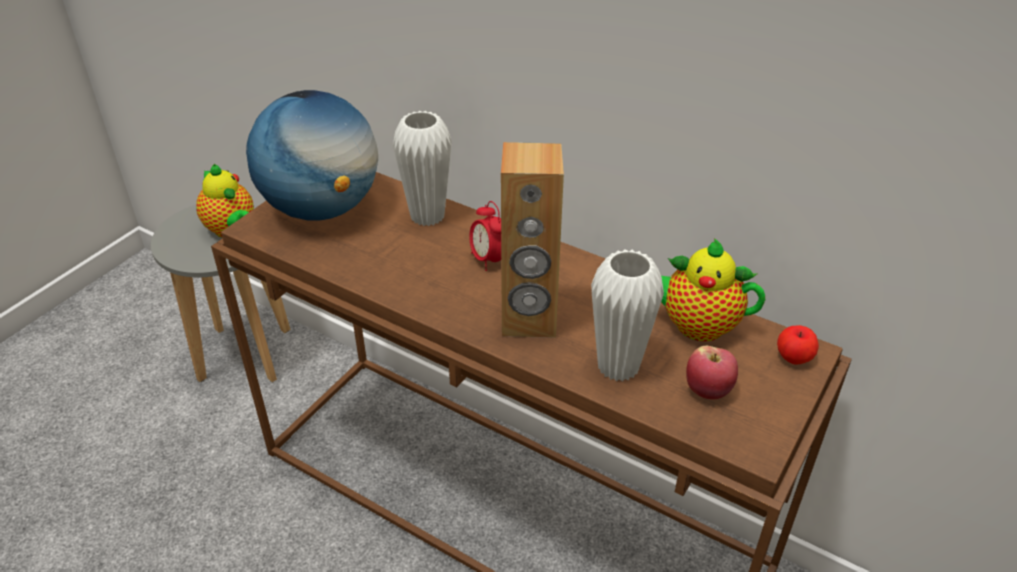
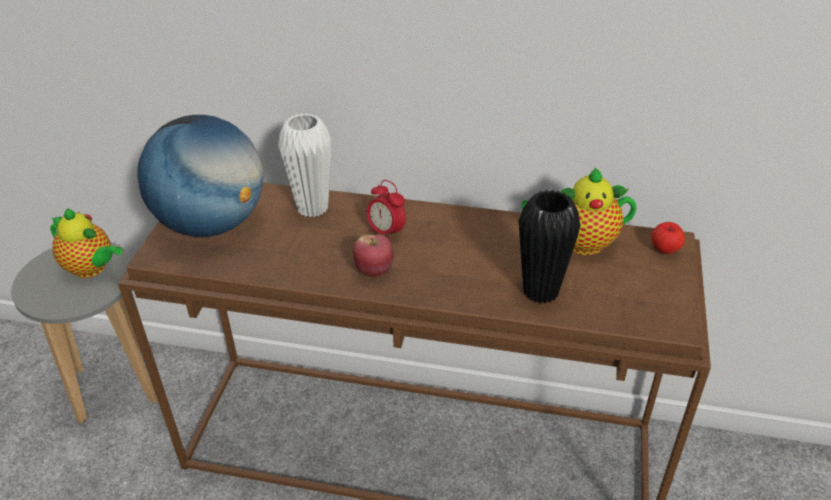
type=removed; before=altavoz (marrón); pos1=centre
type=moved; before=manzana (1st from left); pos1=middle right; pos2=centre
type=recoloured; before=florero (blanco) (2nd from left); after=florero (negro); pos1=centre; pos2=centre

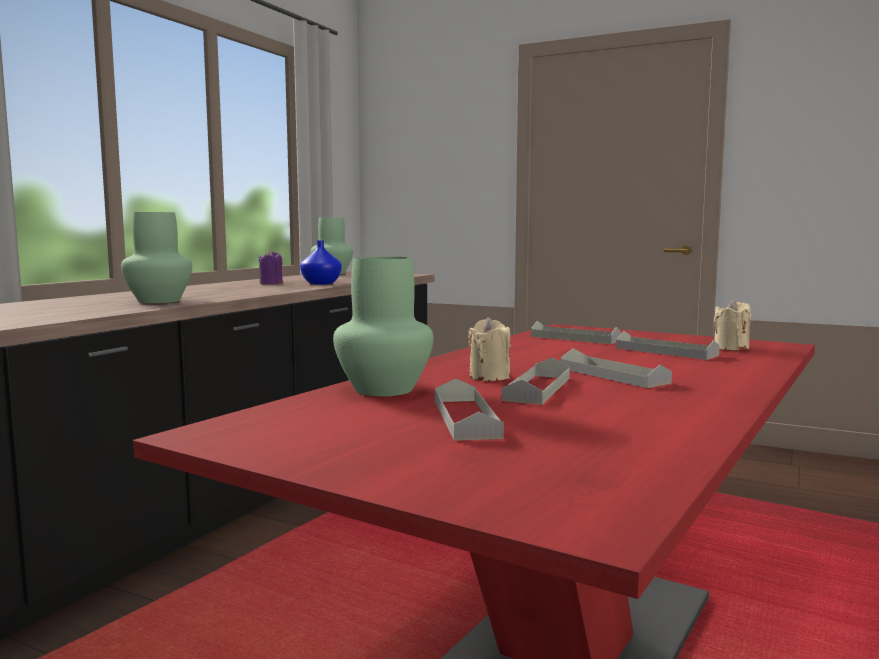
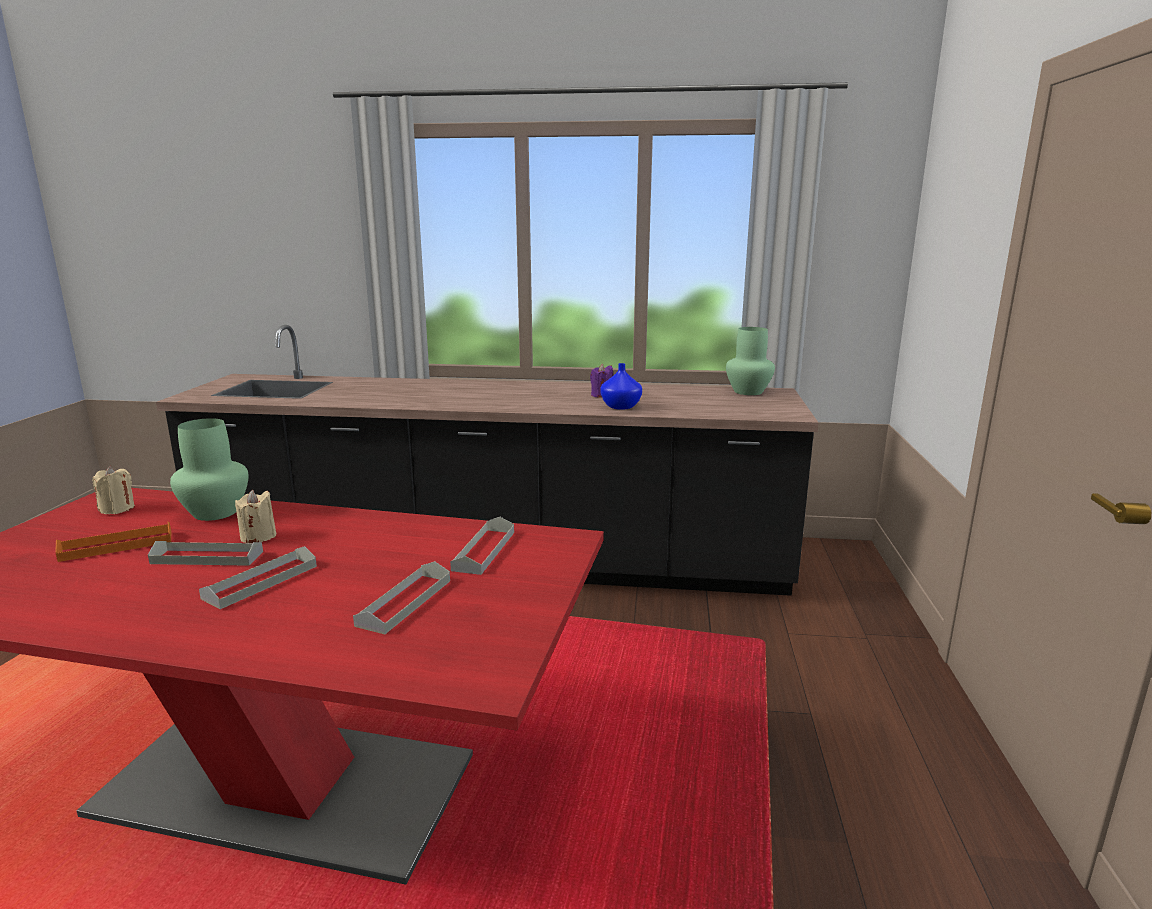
type=removed; before=florero (verde) (1st from left); pos1=middle left
type=moved; before=vela (beis) (2nd from left in the first image); after=vela (beis) (1st from left); pos1=middle right; pos2=middle left
type=recoloured; before=bandeja (gris) (1st from left); after=bandeja (naranja); pos1=centre; pos2=middle left

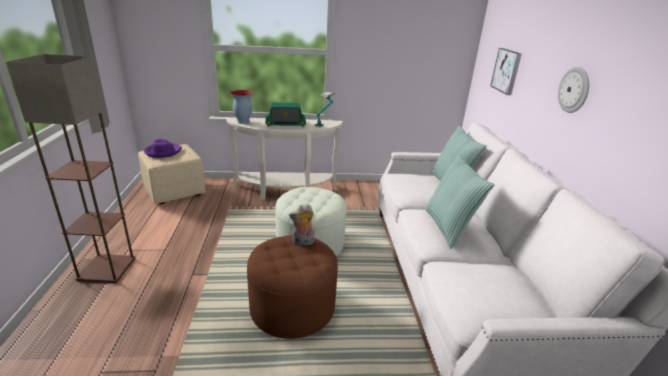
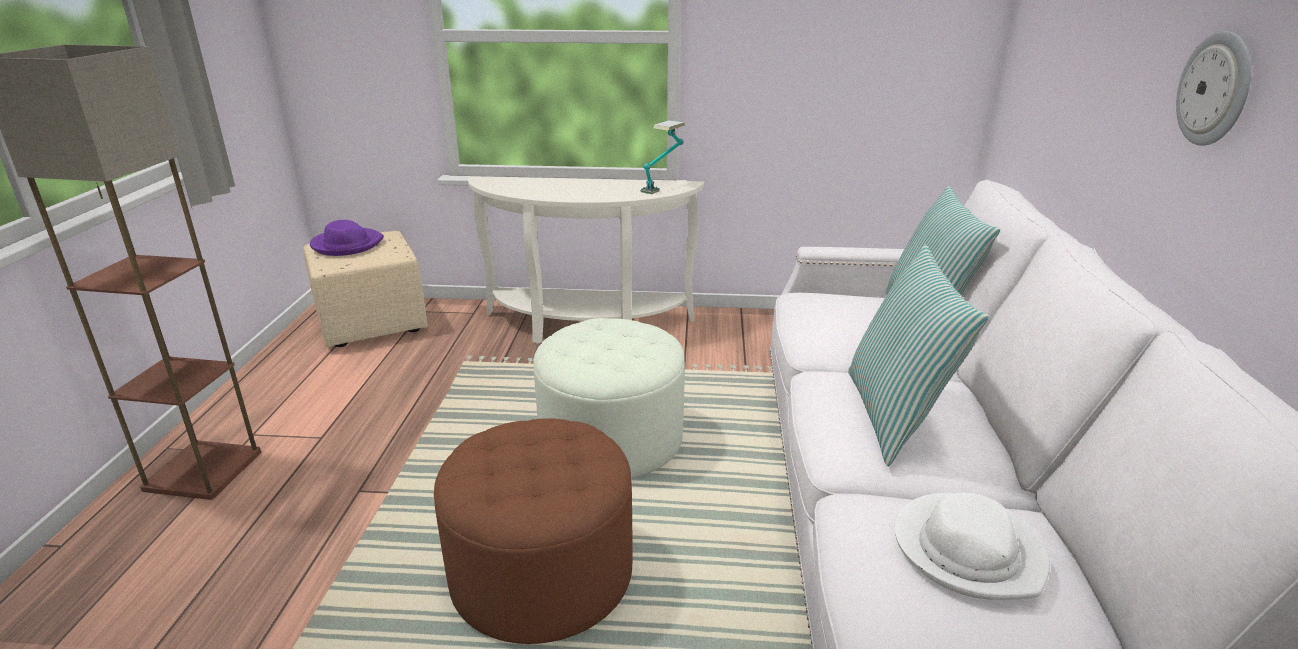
type=removed; before=florero; pos1=top centre
type=removed; before=radio; pos1=top centre
type=removed; before=peluche; pos1=centre
type=removed; before=cuadro; pos1=top right
type=added; after=sombrero (blanco); pos2=bottom right

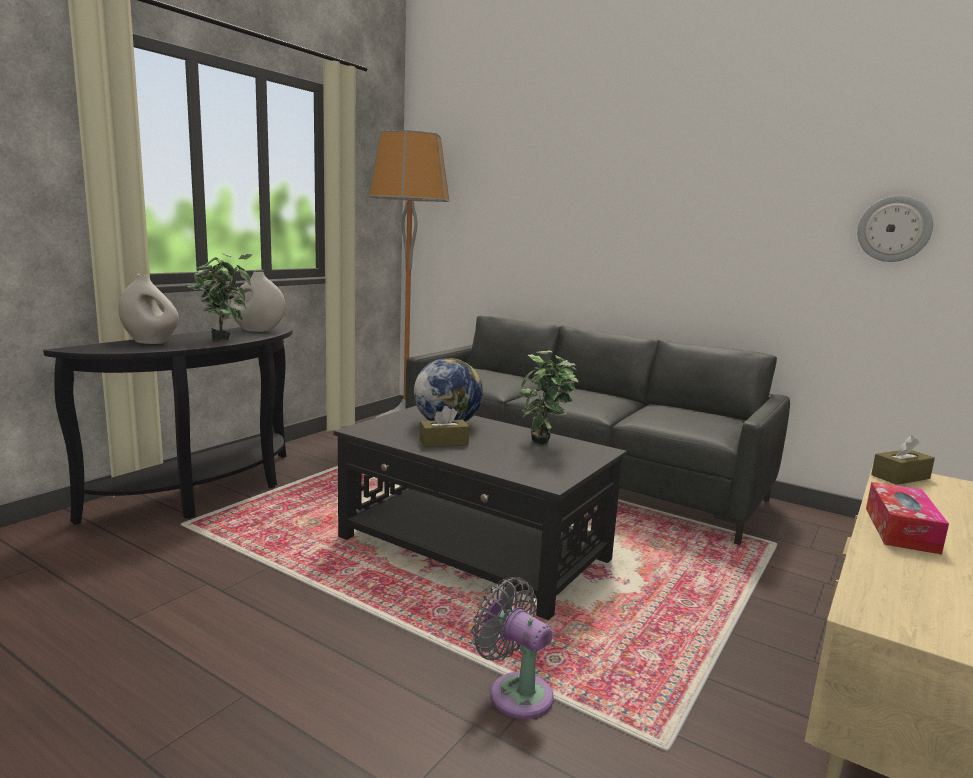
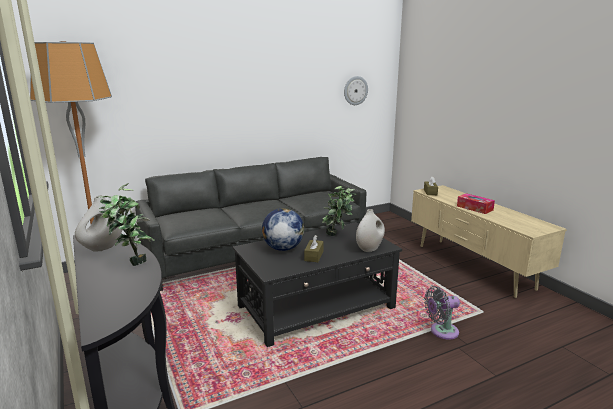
type=moved; before=florero (blanco) (1st from left in the first image); after=florero (blanco) (2nd from left); pos1=middle left; pos2=centre

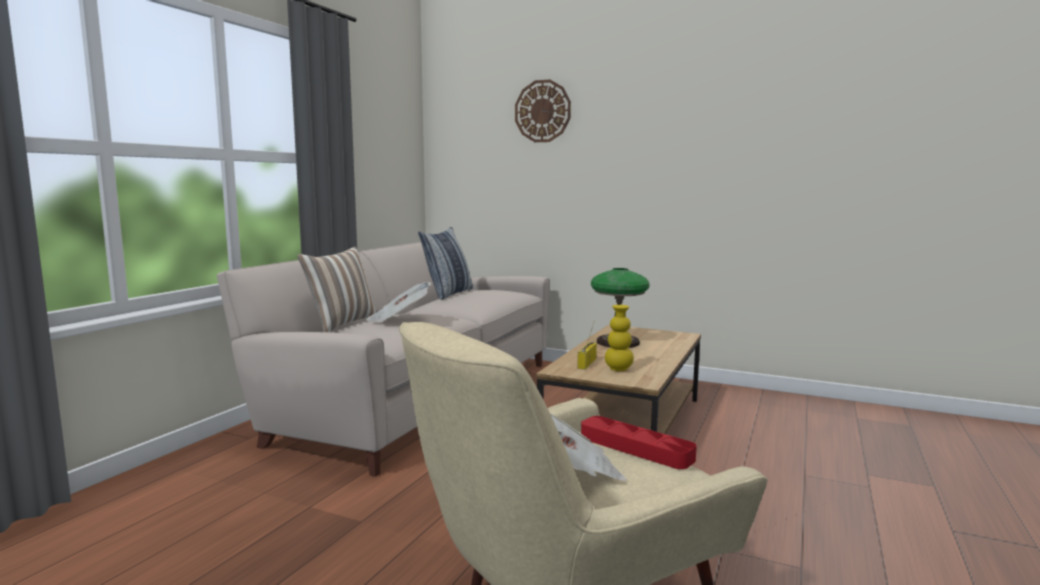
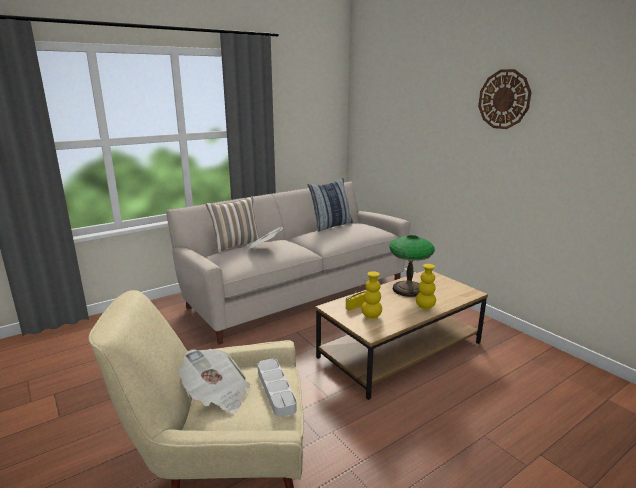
type=added; after=florero (amarillo) (2nd from left); pos2=middle right
type=moved; before=reloj de pared; pos1=top centre; pos2=top right
type=recoloured; before=bandeja (rojo); after=bandeja (gris); pos1=bottom centre; pos2=bottom centre

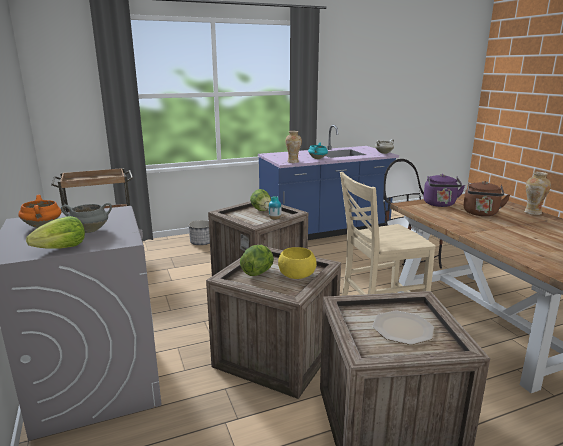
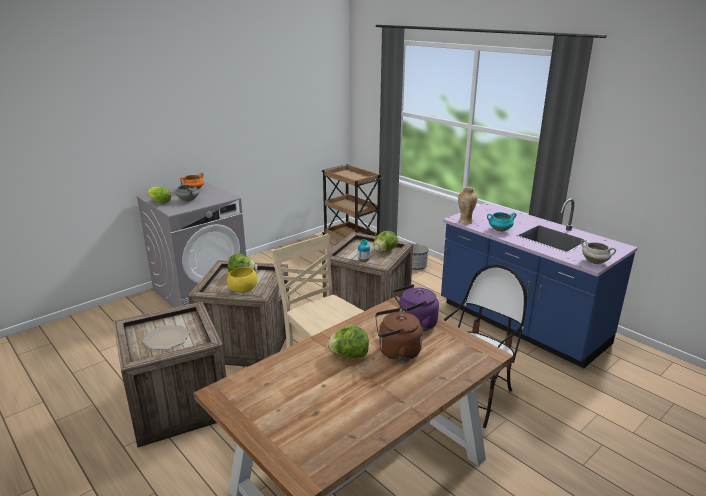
type=removed; before=florero (3rd from left); pos1=middle right
type=added; after=lechuga (3rd from left); pos2=bottom centre

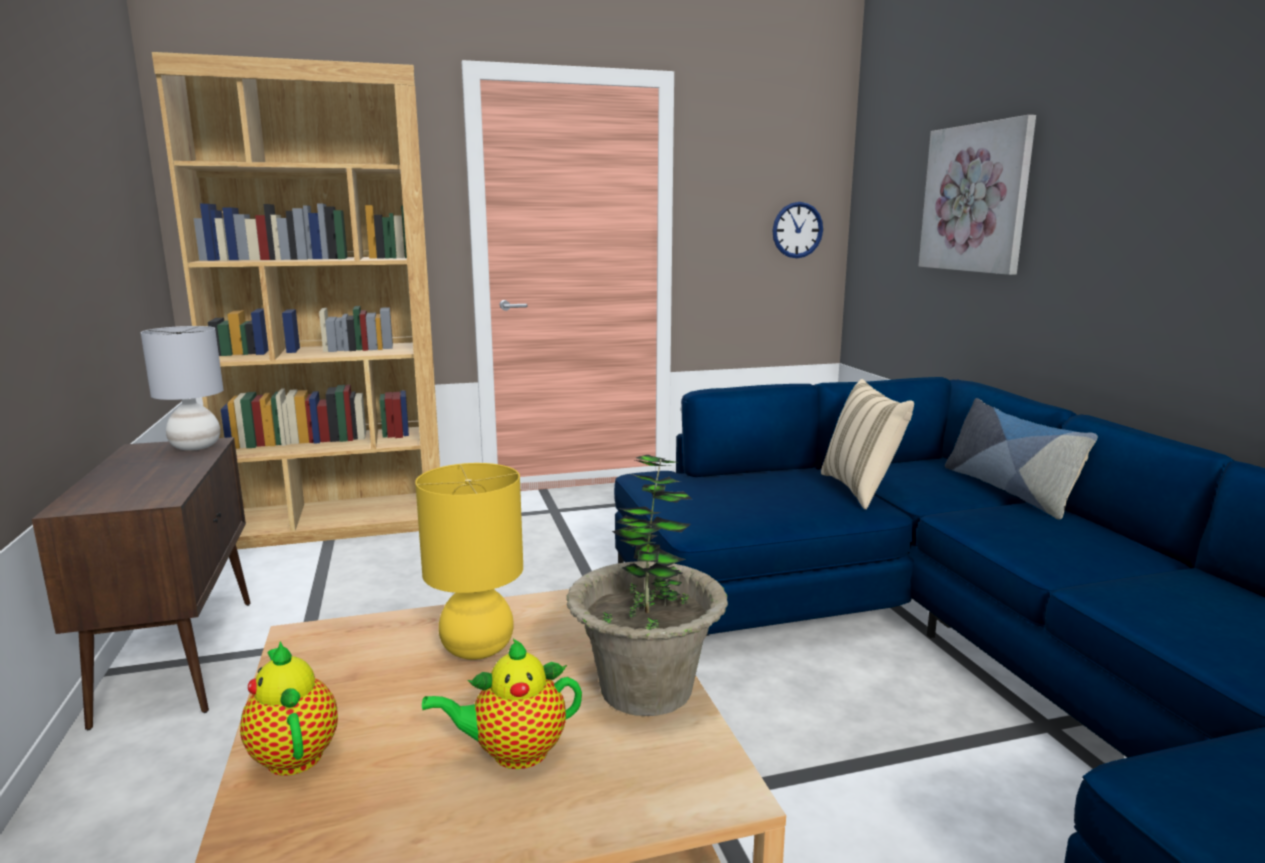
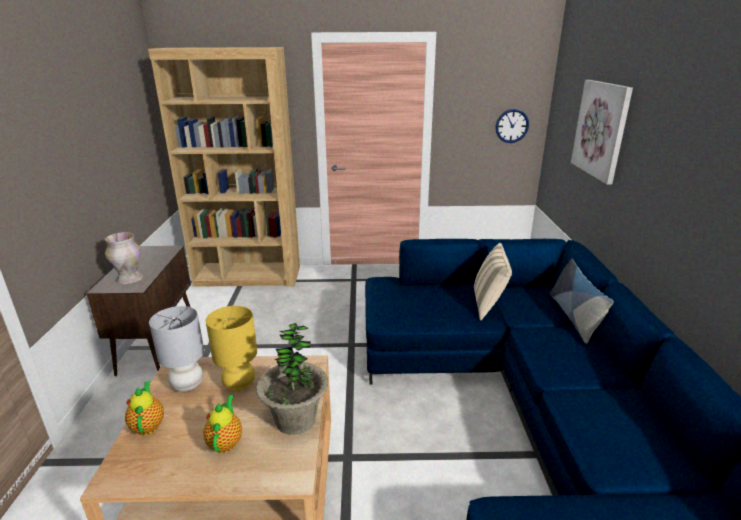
type=added; after=florero; pos2=middle left
type=moved; before=lámpara de mesa (gris); pos1=middle left; pos2=bottom left
type=turned; before=tetera (2nd from left); pos1=bottom centre; pos2=bottom left; turn=90

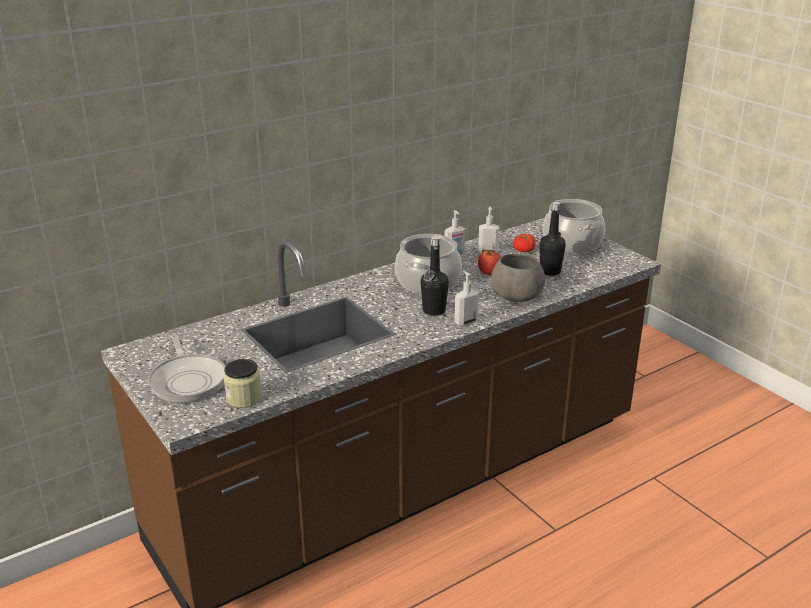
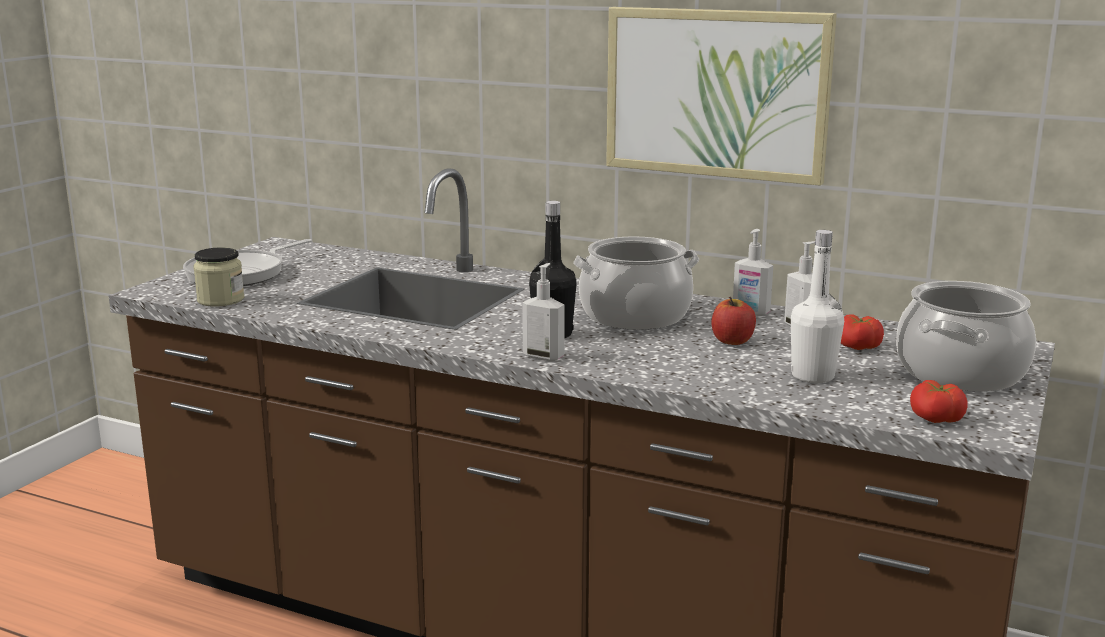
type=removed; before=cuenco (gris); pos1=centre
type=added; after=cuadro; pos2=top centre
type=added; after=tomate (2nd from left); pos2=middle right
type=recoloured; before=botella (negro) (2nd from left); after=botella (blanco); pos1=middle right; pos2=middle right

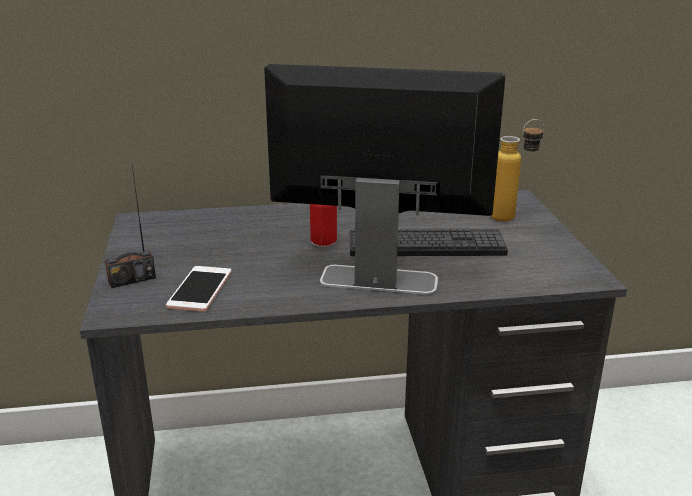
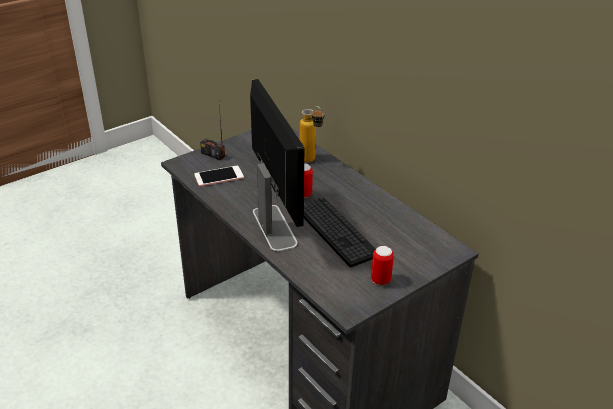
type=added; after=lata (2nd from left); pos2=centre
type=moved; before=botella; pos1=middle right; pos2=top centre

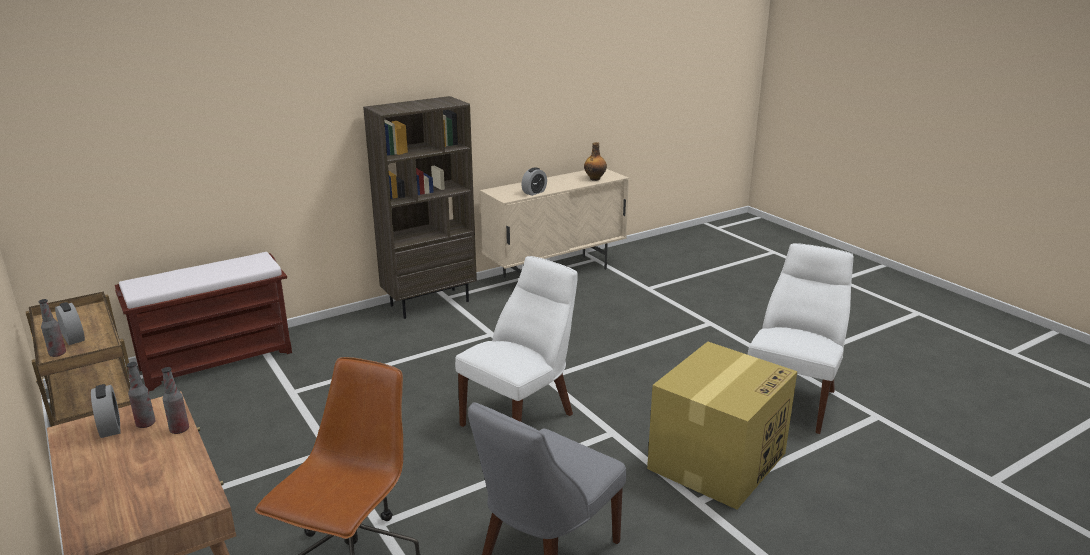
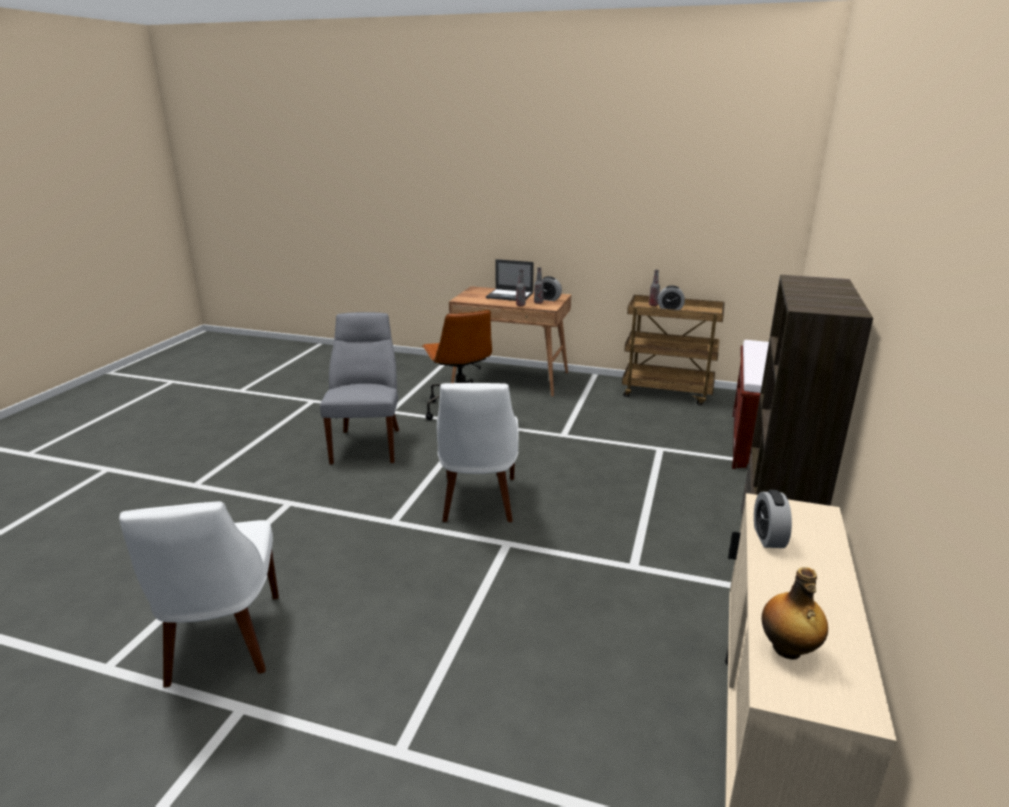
type=removed; before=caja de cartón; pos1=bottom centre
type=added; after=portátil; pos2=centre

